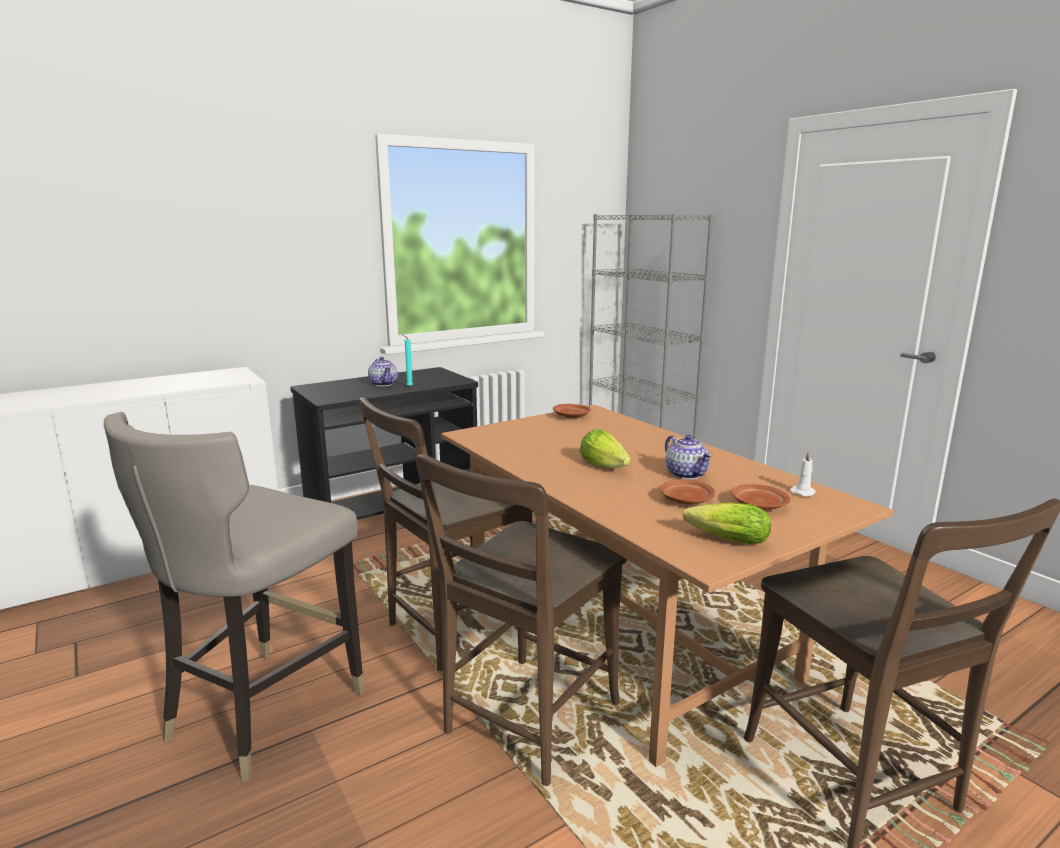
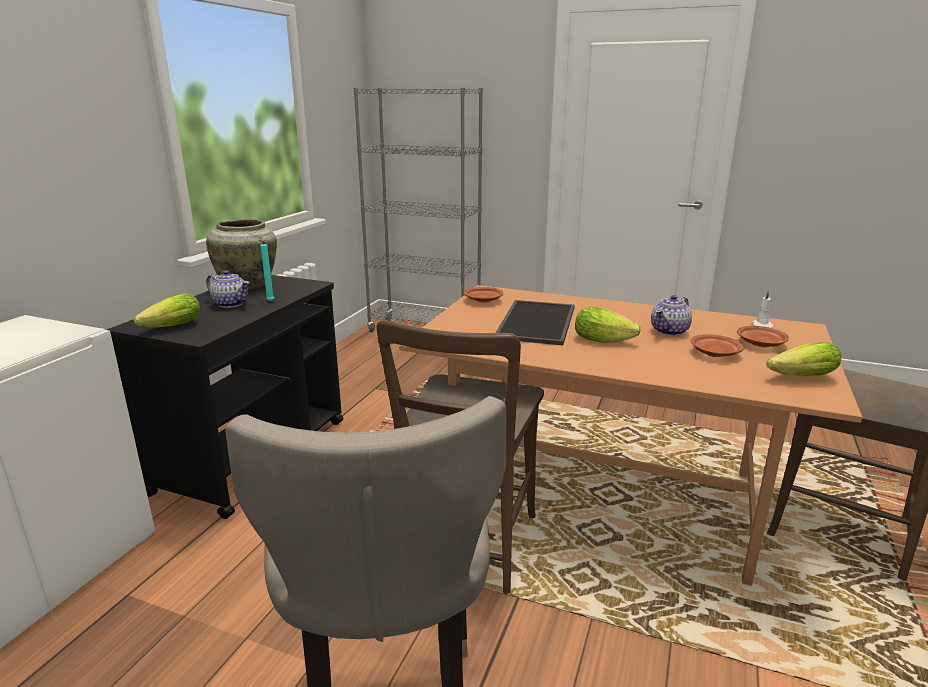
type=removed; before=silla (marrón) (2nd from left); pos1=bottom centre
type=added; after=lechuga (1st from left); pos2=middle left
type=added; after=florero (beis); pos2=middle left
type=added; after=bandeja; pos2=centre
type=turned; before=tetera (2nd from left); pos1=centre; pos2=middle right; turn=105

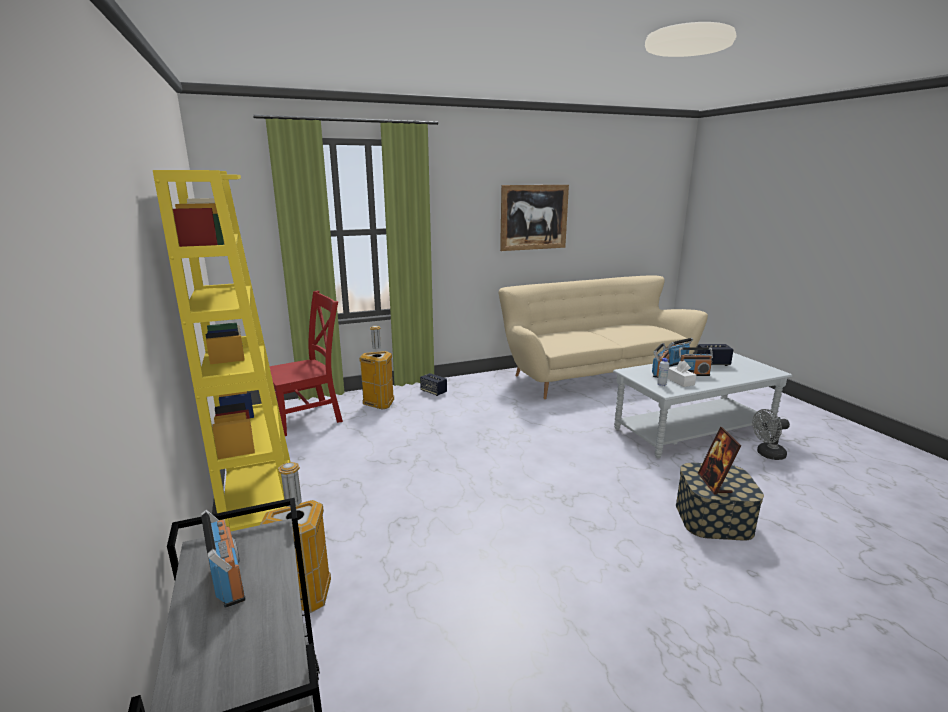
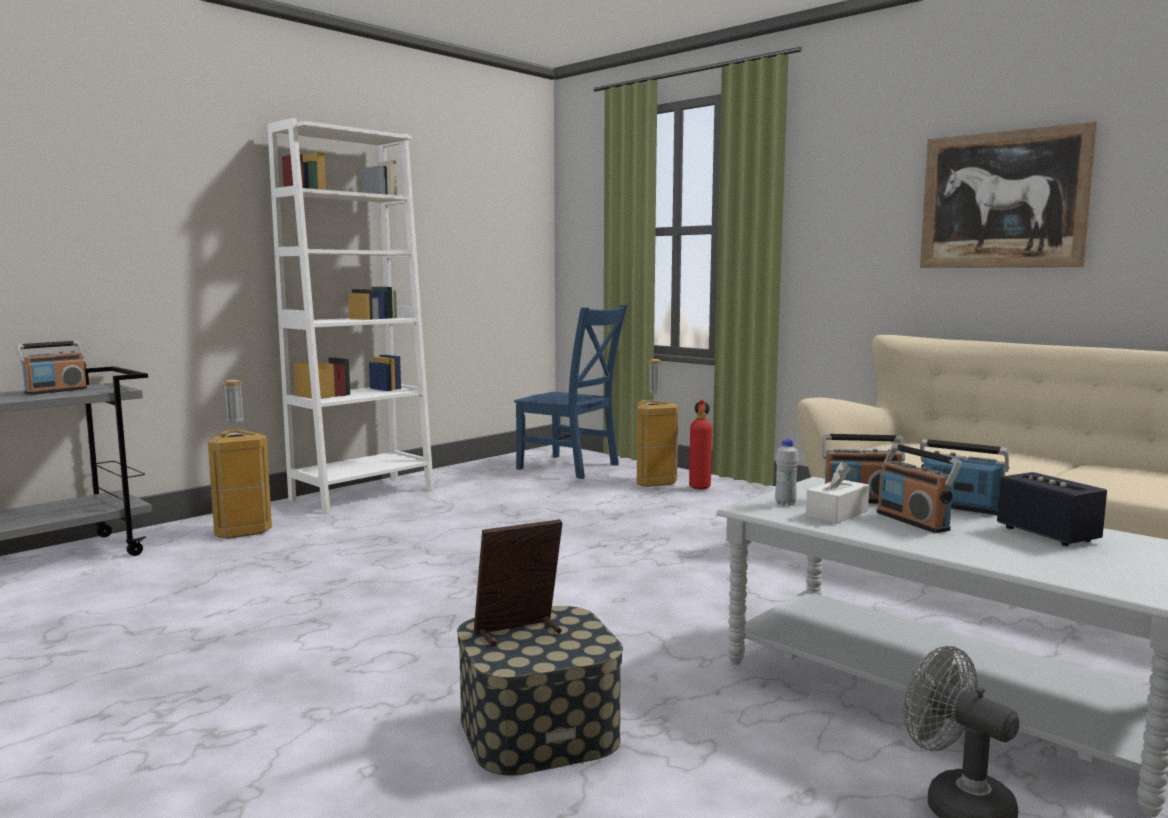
type=removed; before=altavoz (1st from left); pos1=centre
type=added; after=extintor; pos2=centre
type=recoloured; before=estantería (amarillo); after=estantería (blanco); pos1=middle left; pos2=middle left
type=recoloured; before=silla (rojo); after=silla (azul); pos1=middle left; pos2=centre

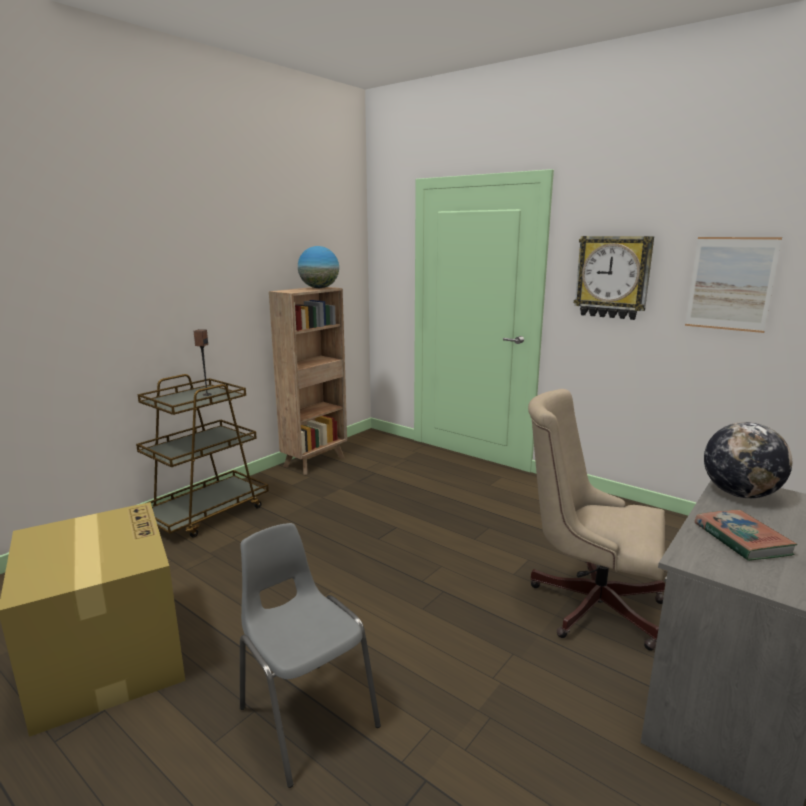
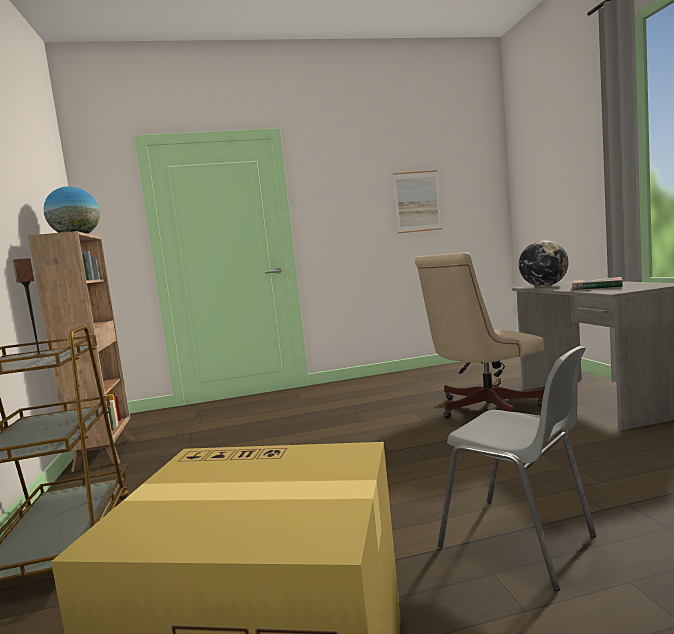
type=removed; before=reloj de pared; pos1=middle right
type=turned; before=silla (gris); pos1=bottom centre; pos2=bottom right; turn=-135

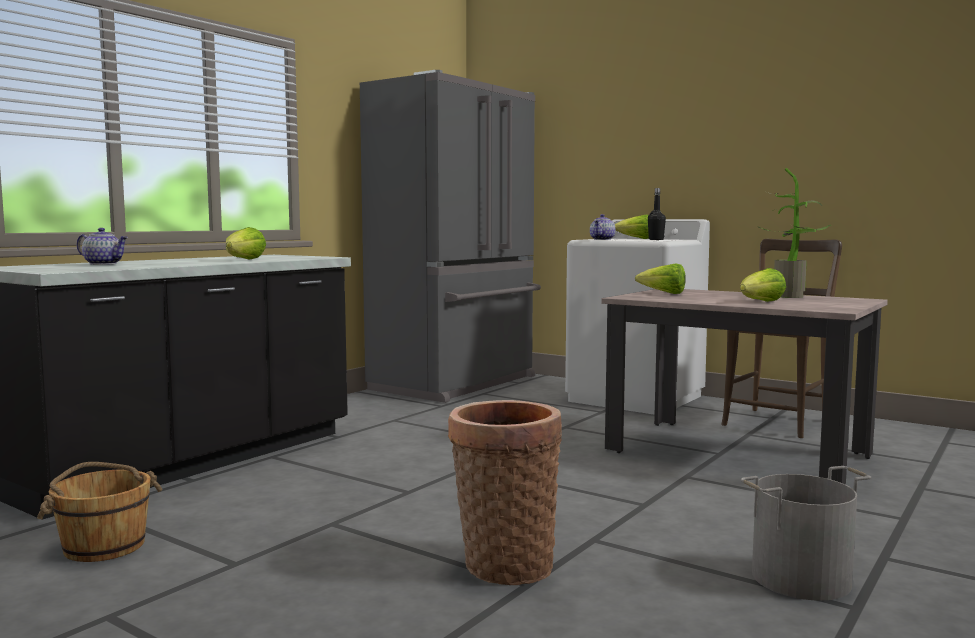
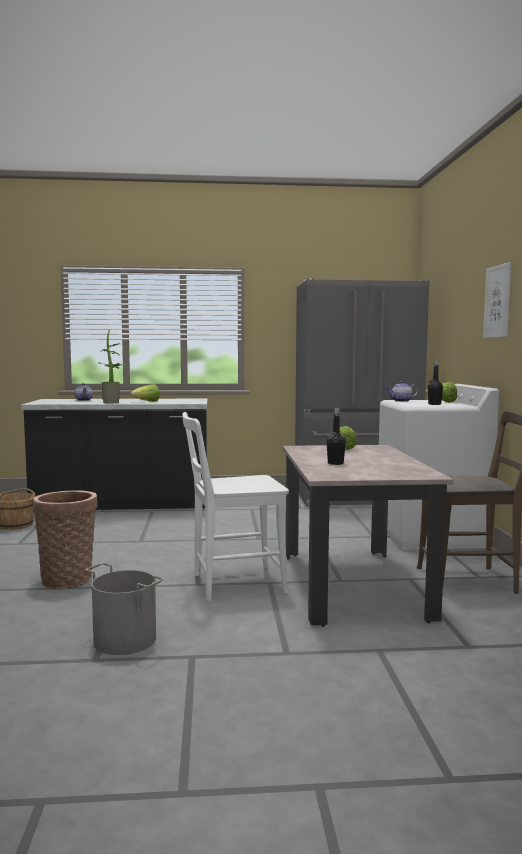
type=added; after=silla (blanco); pos2=centre
type=added; after=cuadro; pos2=middle right
type=moved; before=planta en maceta; pos1=middle right; pos2=middle left
type=replaced; before=lechuga (4th from left); after=botella (negro) (1st from left); pos1=middle right; pos2=centre

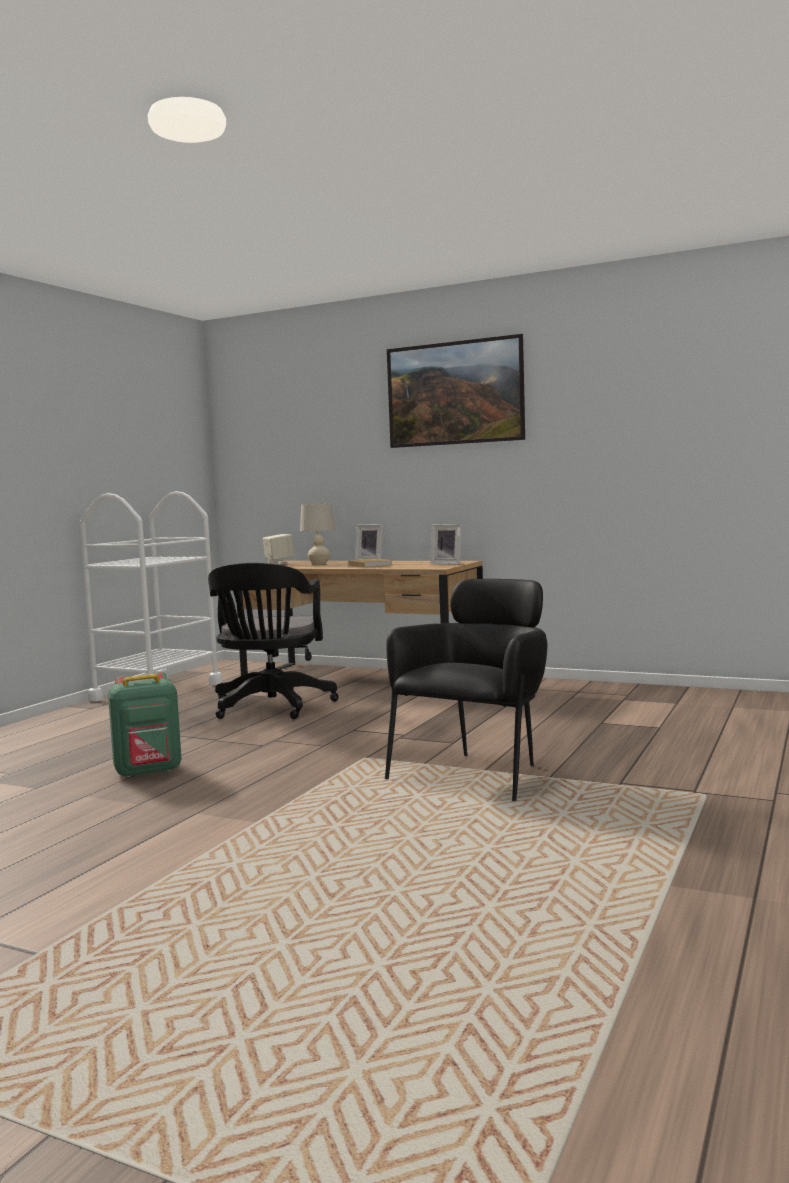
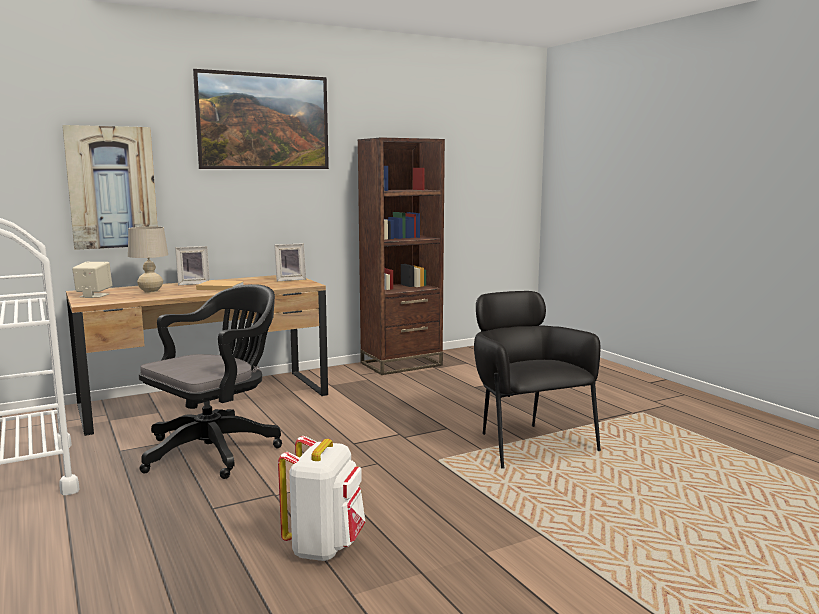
type=added; after=cuadro (1st from left); pos2=top left
type=added; after=estantería (marrón); pos2=centre
type=recoloured; before=mochila (verde); after=mochila (blanco); pos1=middle left; pos2=bottom centre
type=turned; before=silla de oficina (negro); pos1=centre; pos2=middle left; turn=-90

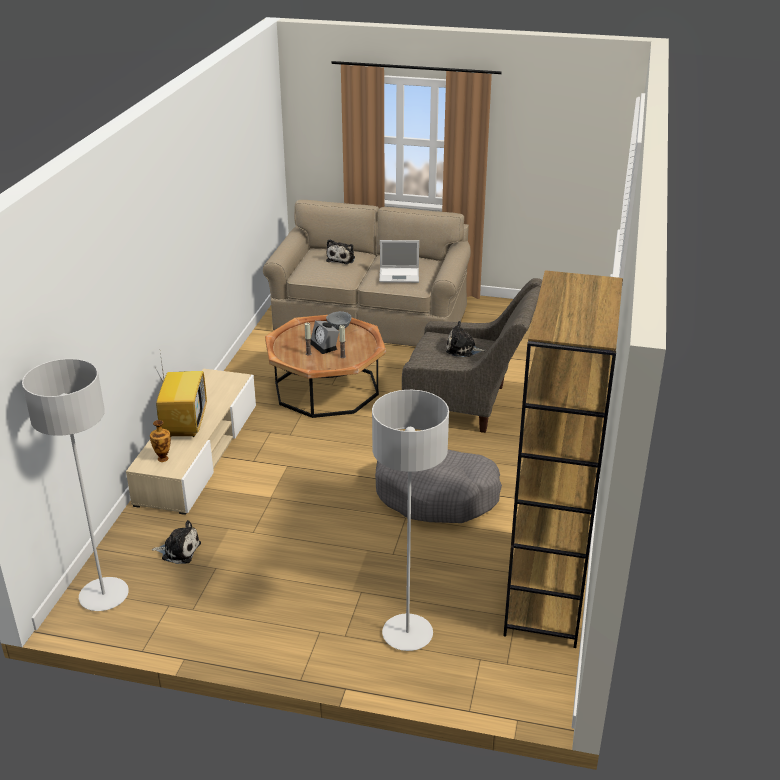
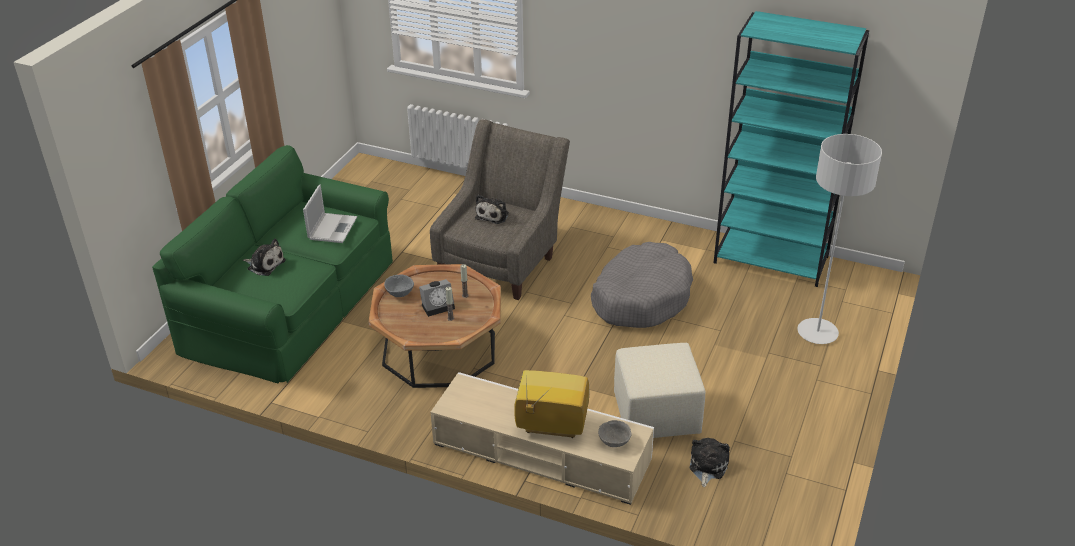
type=removed; before=lámpara de pie (gris) (1st from left); pos1=middle left
type=added; after=puf (beis); pos2=bottom centre
type=replaced; before=florero; after=cuenco (gris) (2nd from left); pos1=middle left; pos2=bottom centre
type=recoloured; before=sofá (beis); after=sofá (verde); pos1=centre; pos2=middle left
type=recoloured; before=estantería (marrón); after=estantería (turquesa); pos1=middle right; pos2=top right

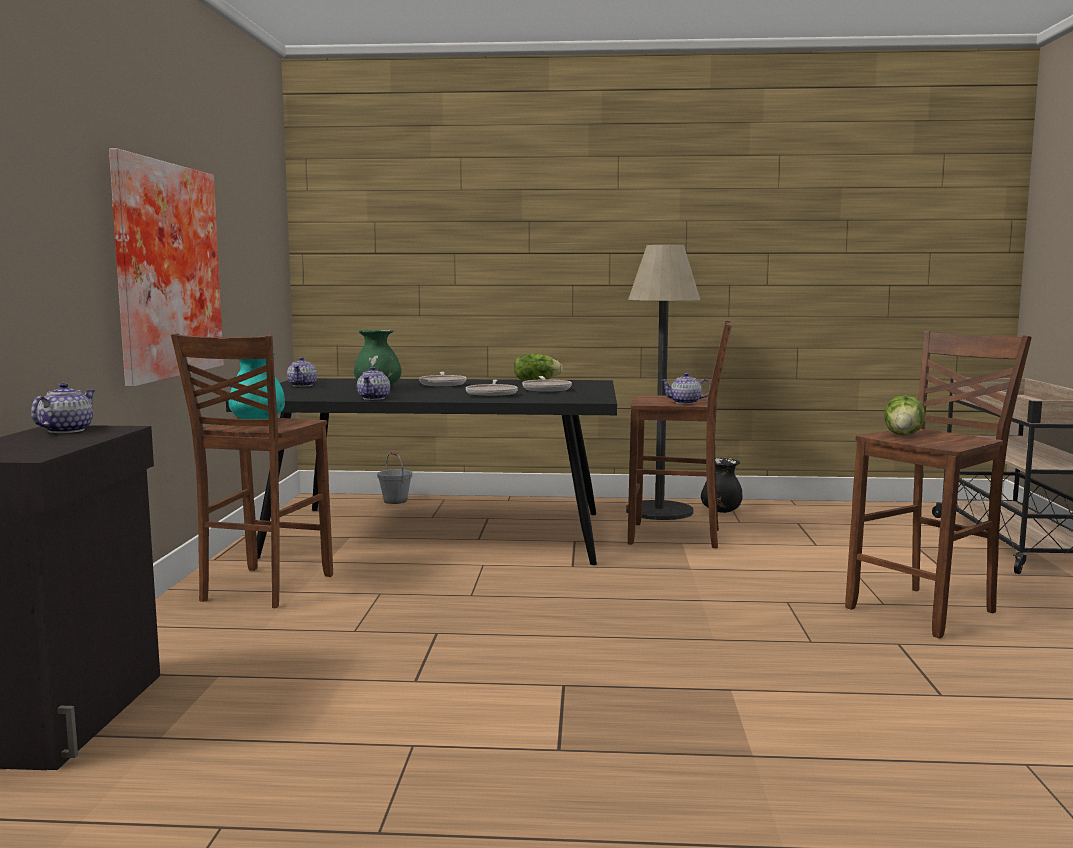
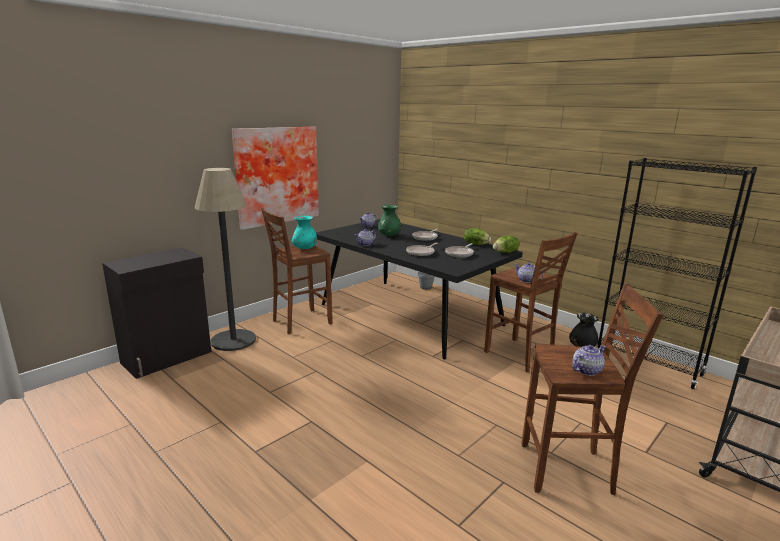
type=added; after=estantería (negro); pos2=middle right
type=moved; before=tetera (1st from left in the first image); after=tetera (4th from left); pos1=middle left; pos2=middle right
type=moved; before=lámpara de pie; pos1=centre; pos2=middle left
type=moved; before=lechuga (2nd from left); pos1=middle right; pos2=centre

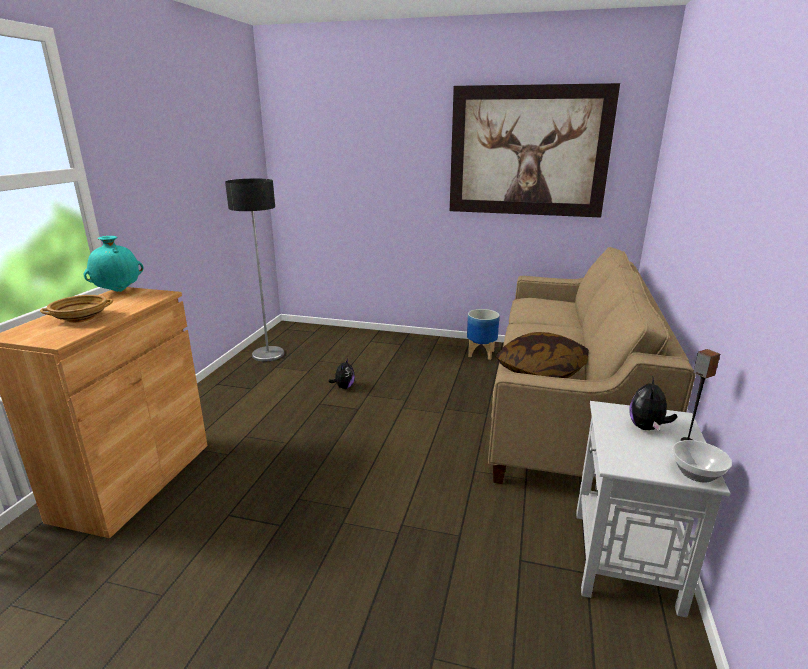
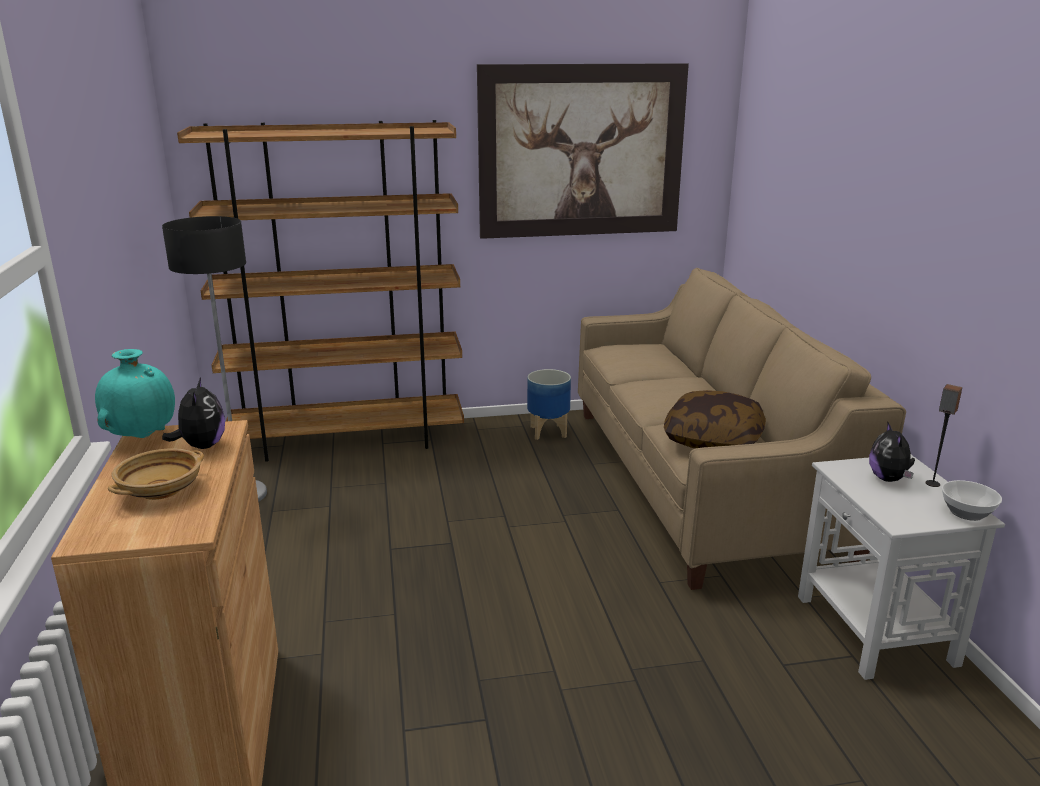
type=added; after=estantería (marrón); pos2=middle left
type=moved; before=peluche (1st from left); pos1=centre; pos2=middle left

